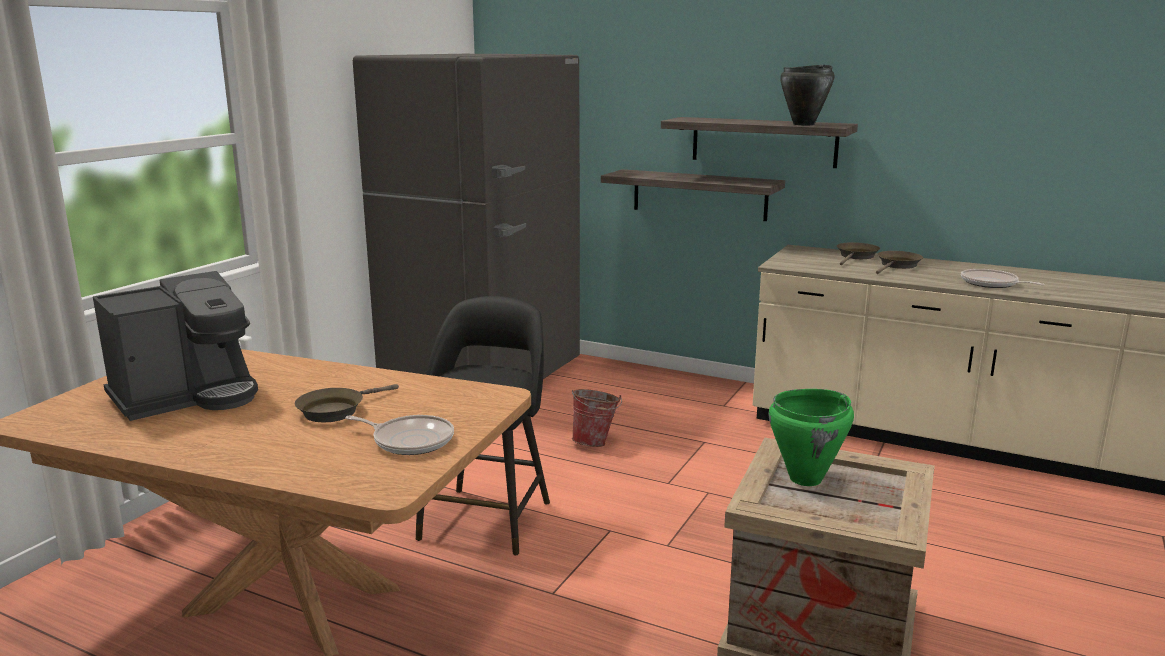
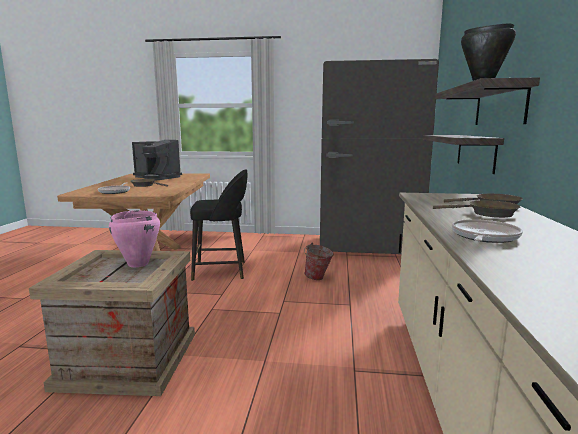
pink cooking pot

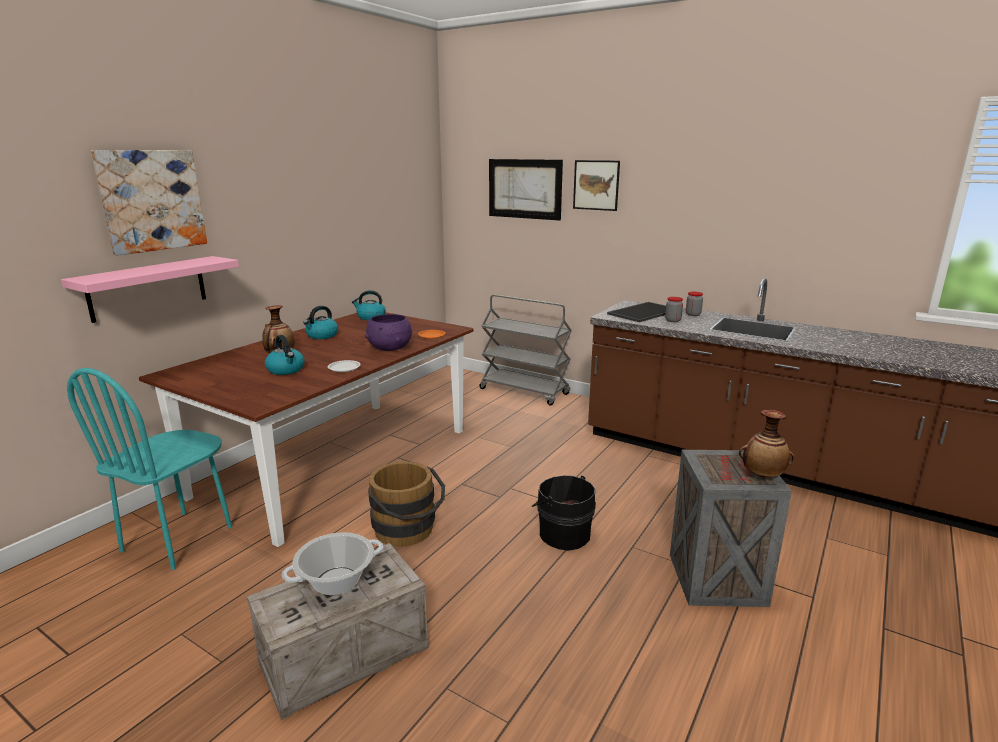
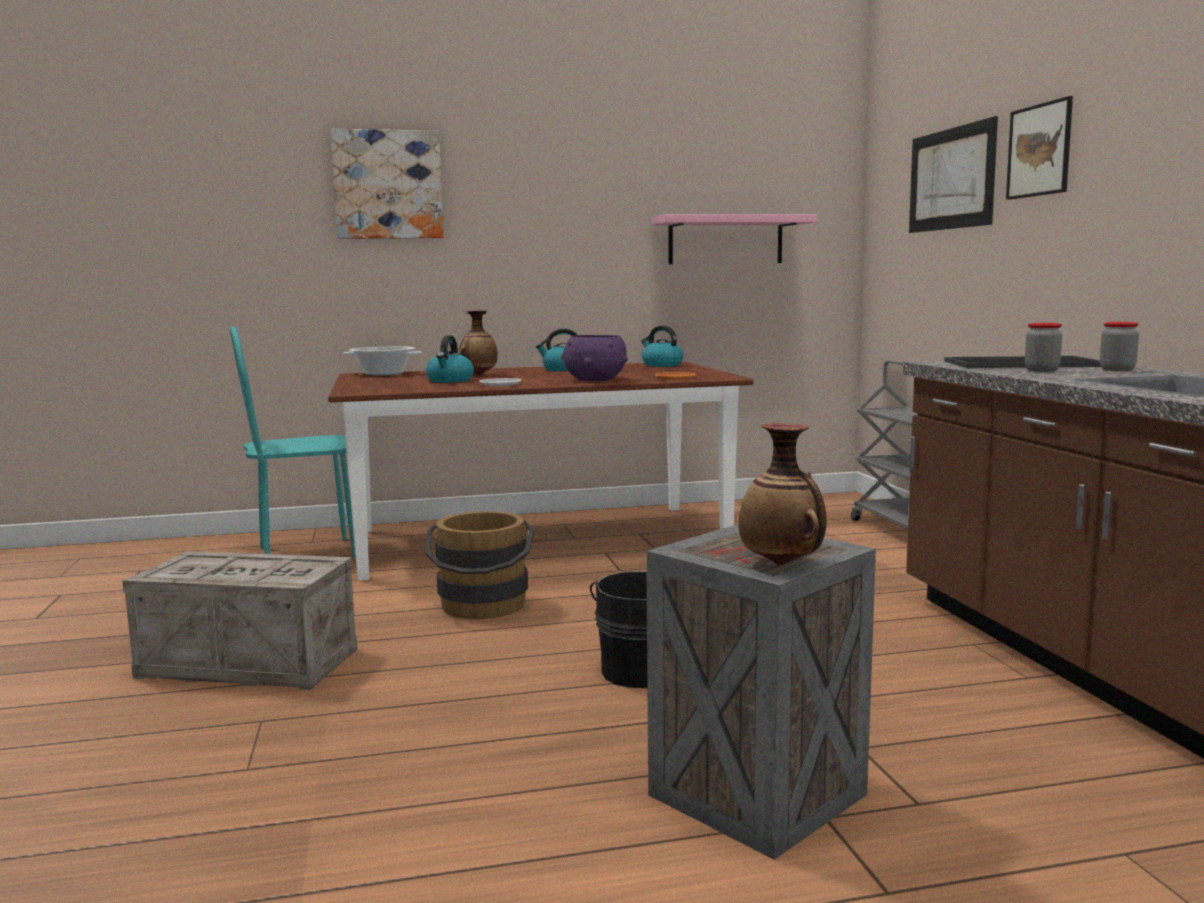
cooking pot
pink shelf

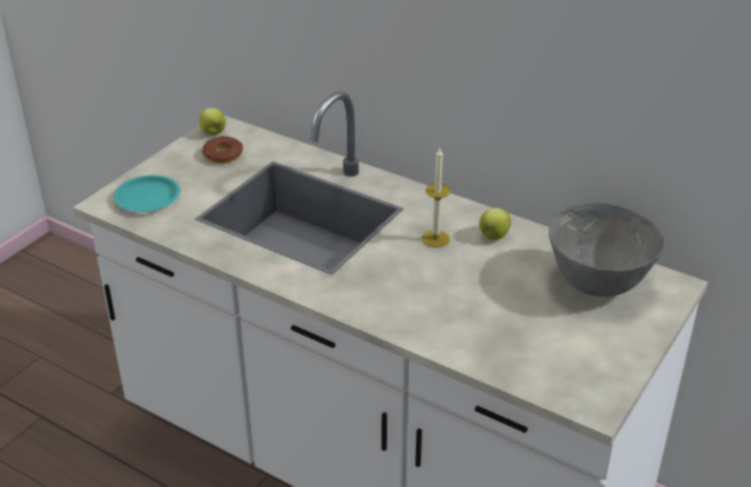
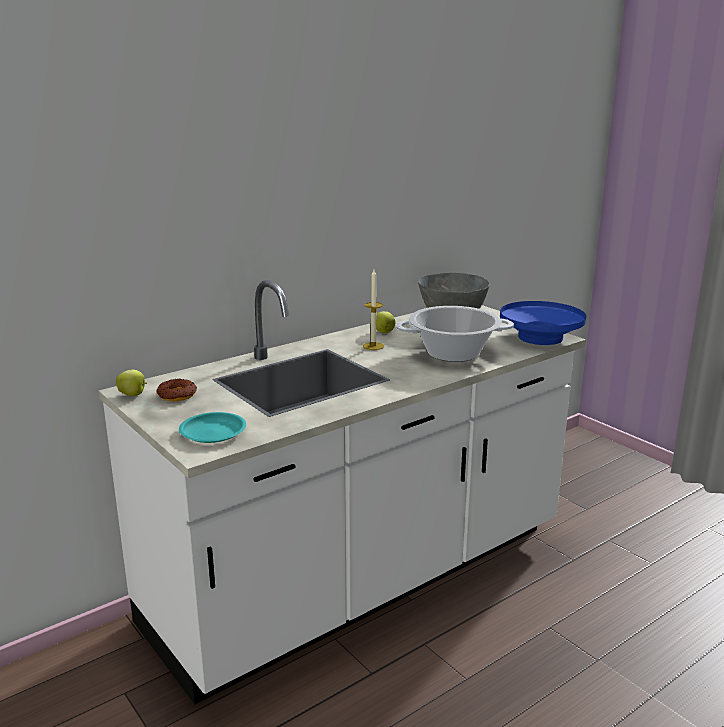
cooking pot
blue bowl

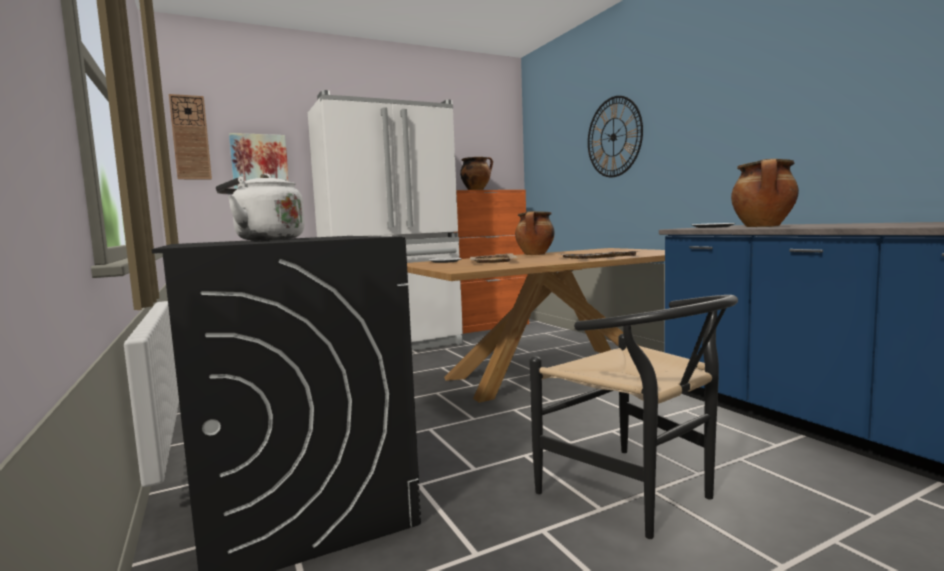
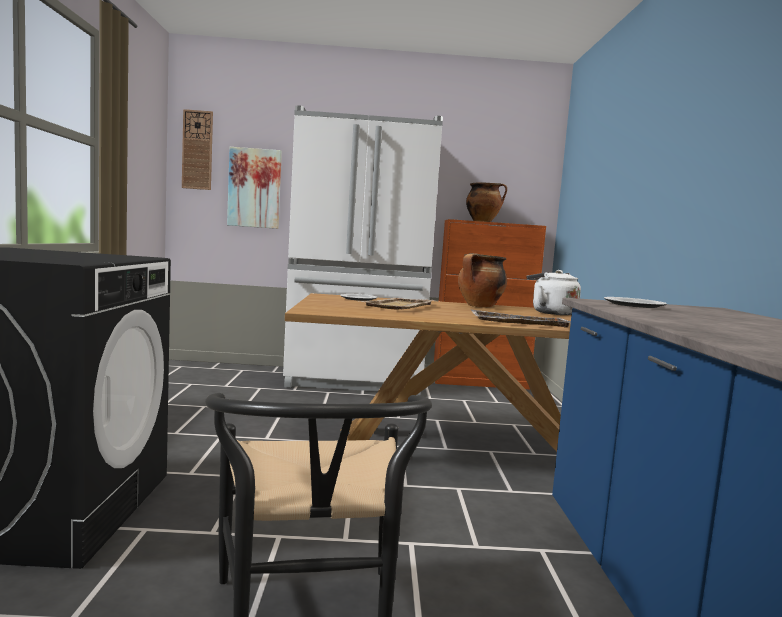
white kettle
wall clock (2nd from left in the first image)
cooking pot (3rd from left in the first image)

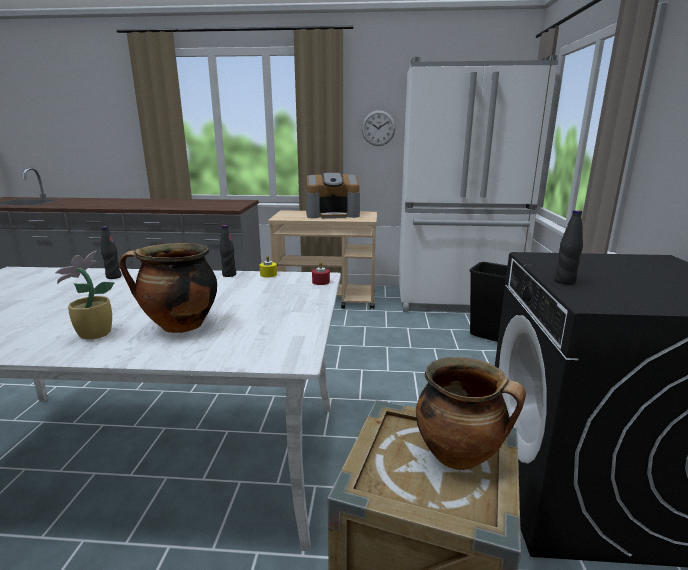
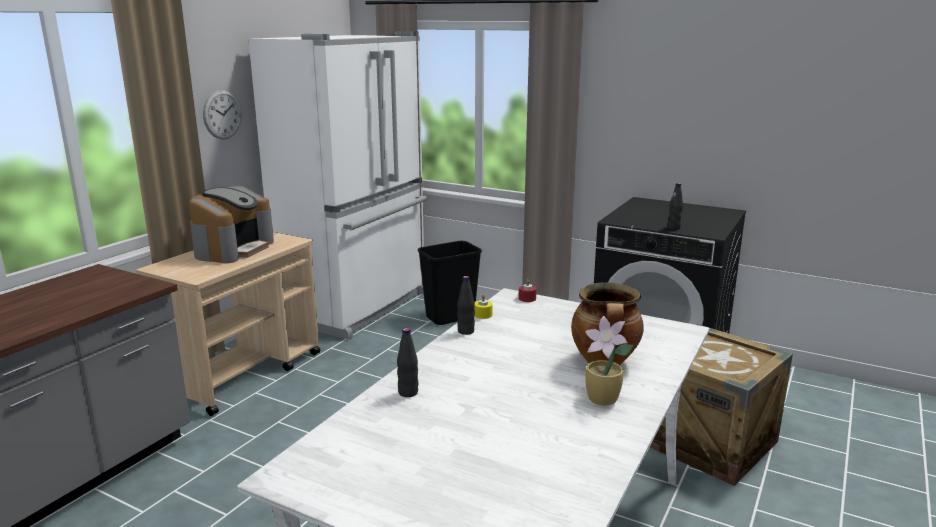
cooking pot (2nd from left in the first image)

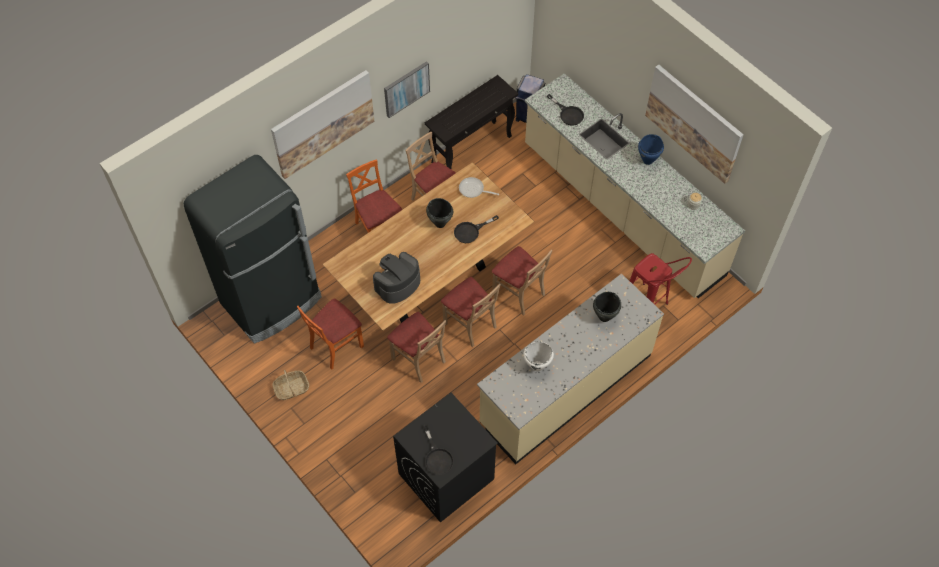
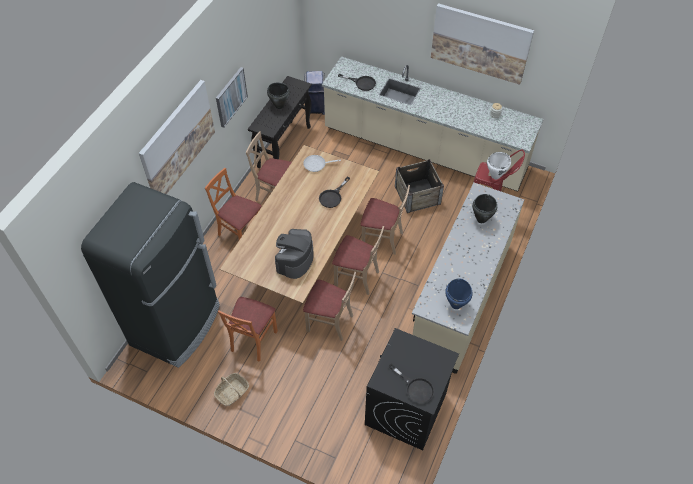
black cooking pot (1st from left)
crate
blue cooking pot
white cooking pot

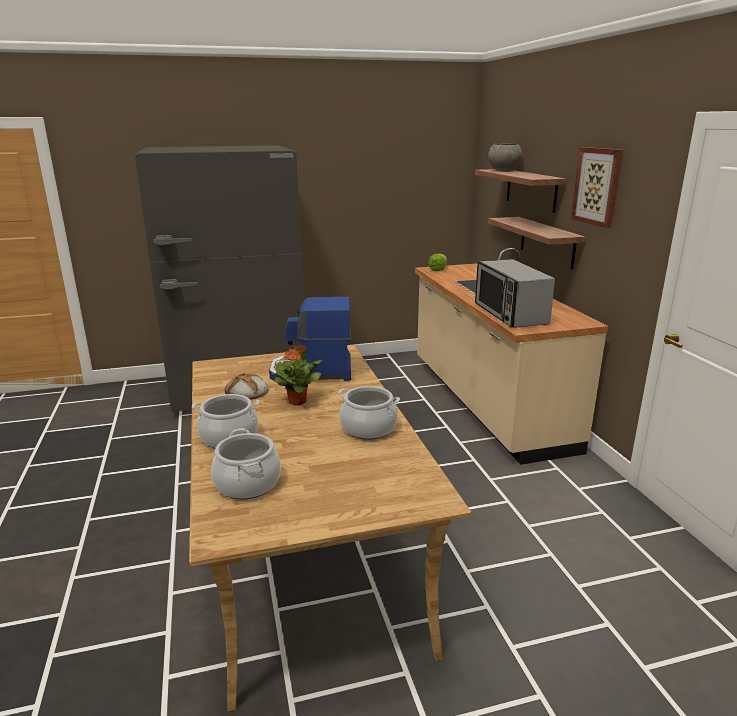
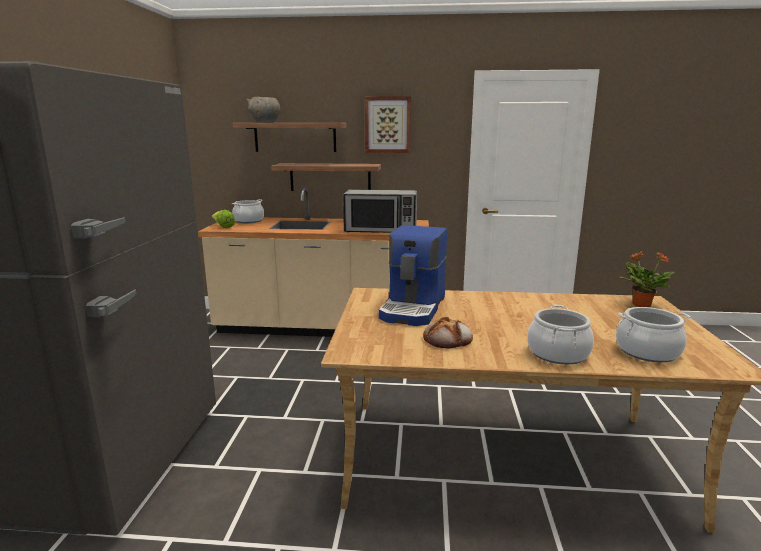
cooking pot (1st from left)
potted plant

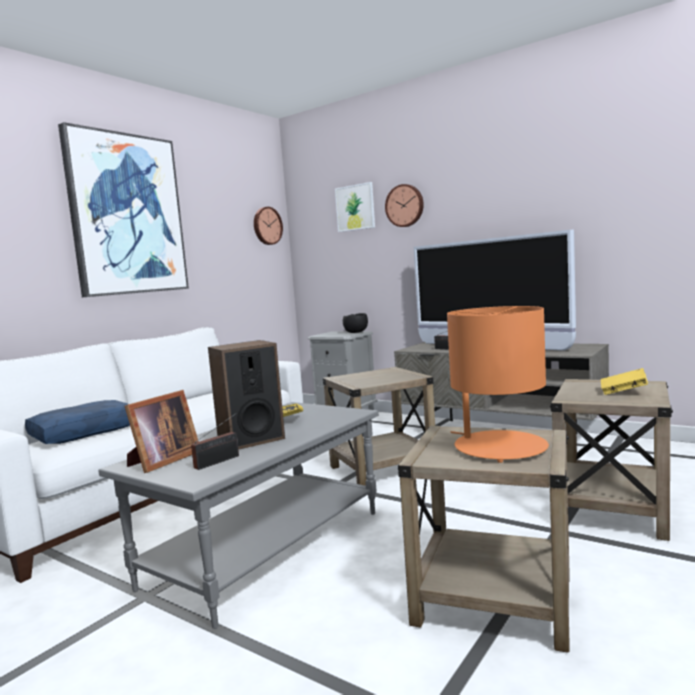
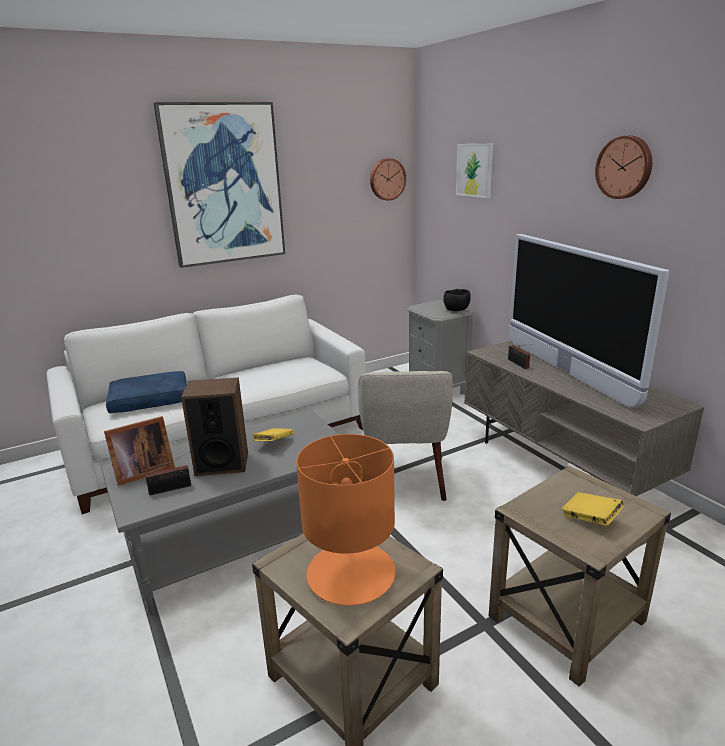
beige armchair
wall clock (2nd from left)

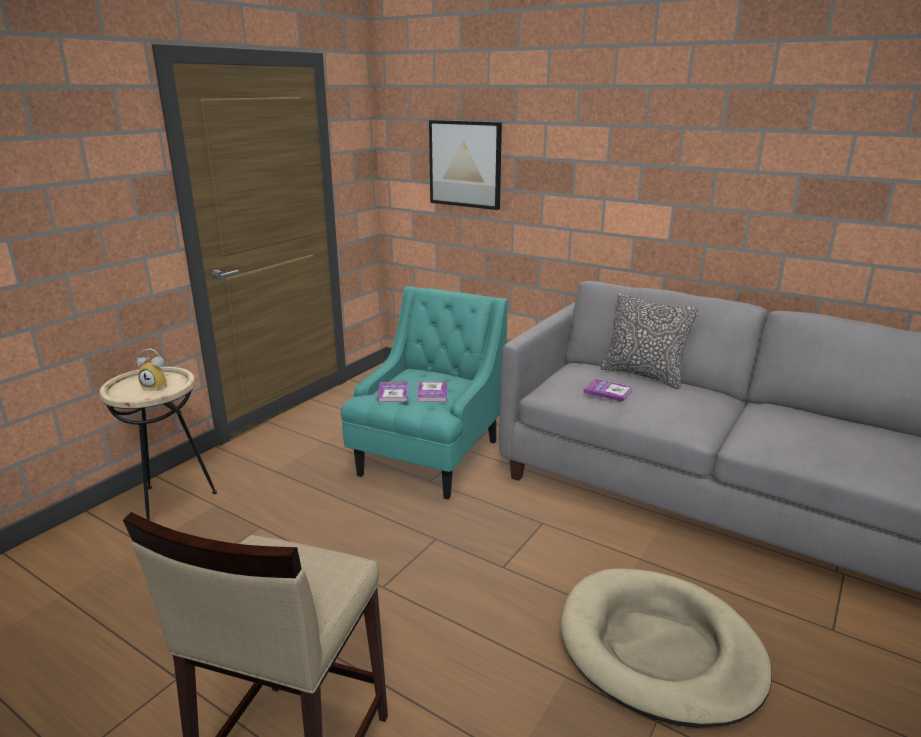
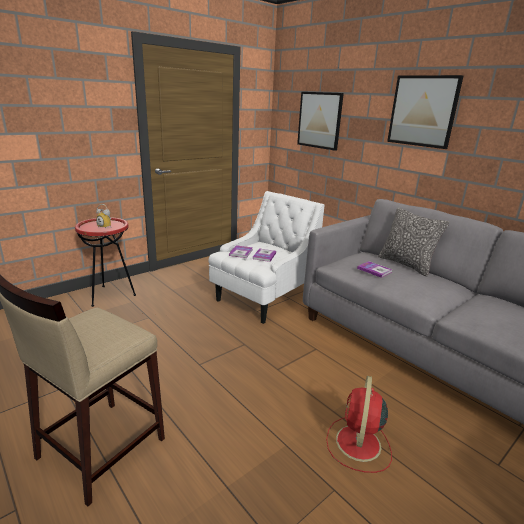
red side table
white armchair
red fan
picture (2nd from left)

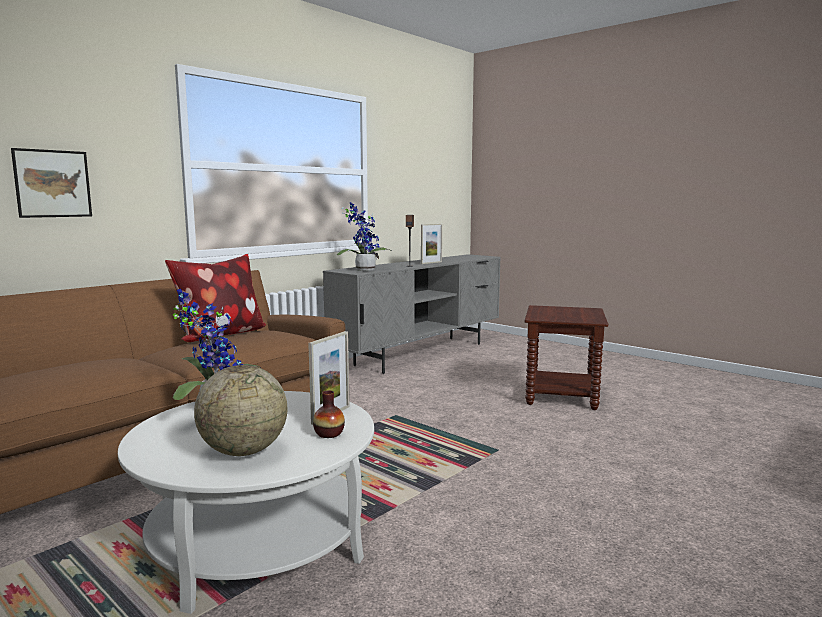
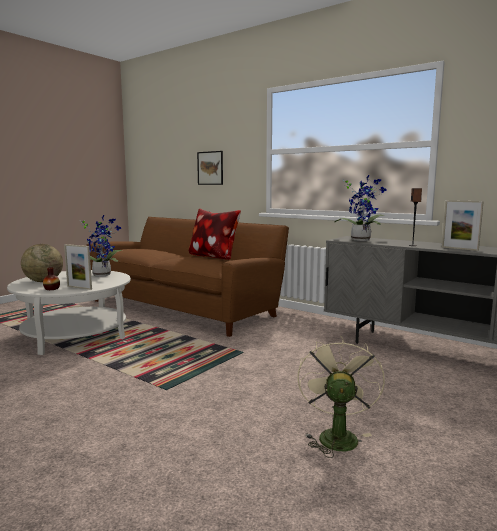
beige fan

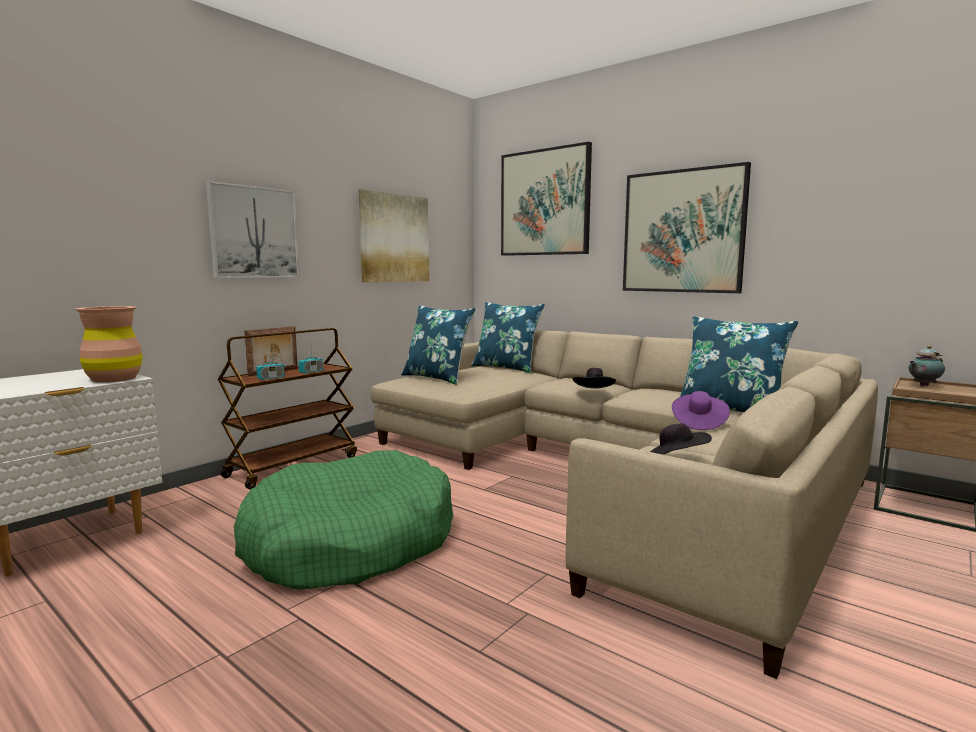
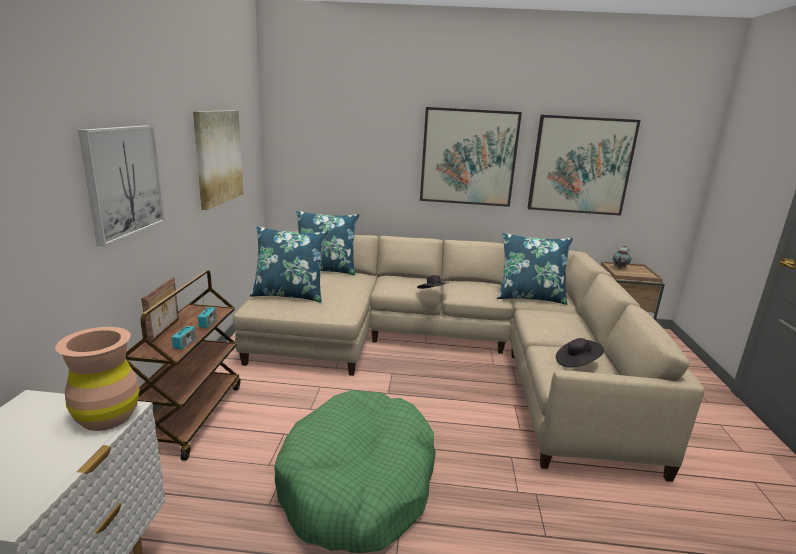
picture (4th from left)
purple hat

